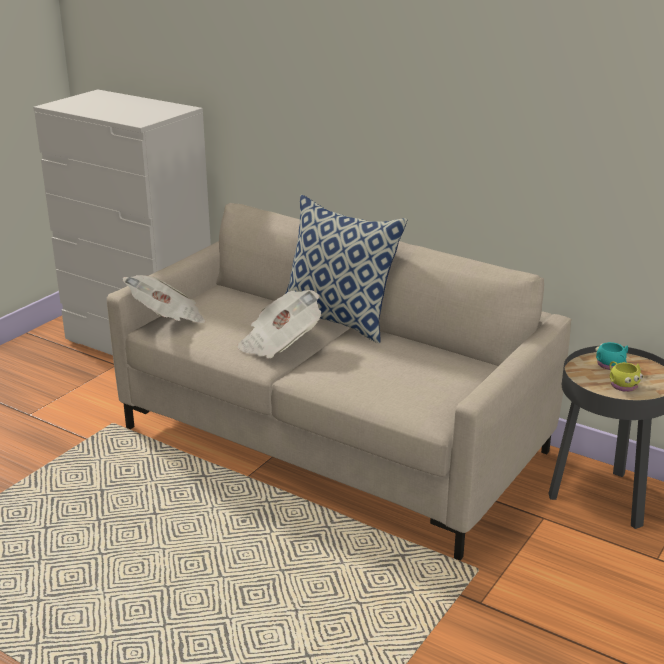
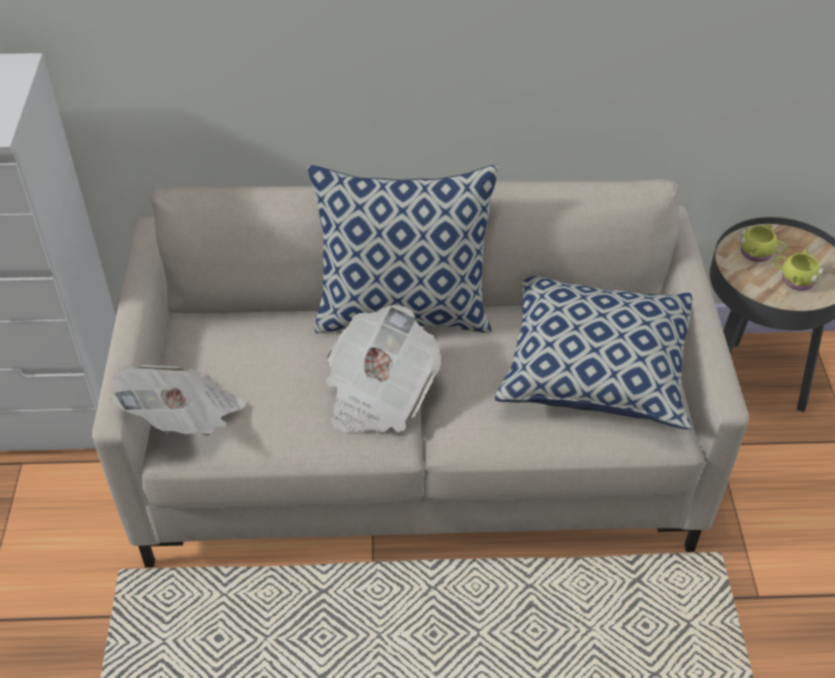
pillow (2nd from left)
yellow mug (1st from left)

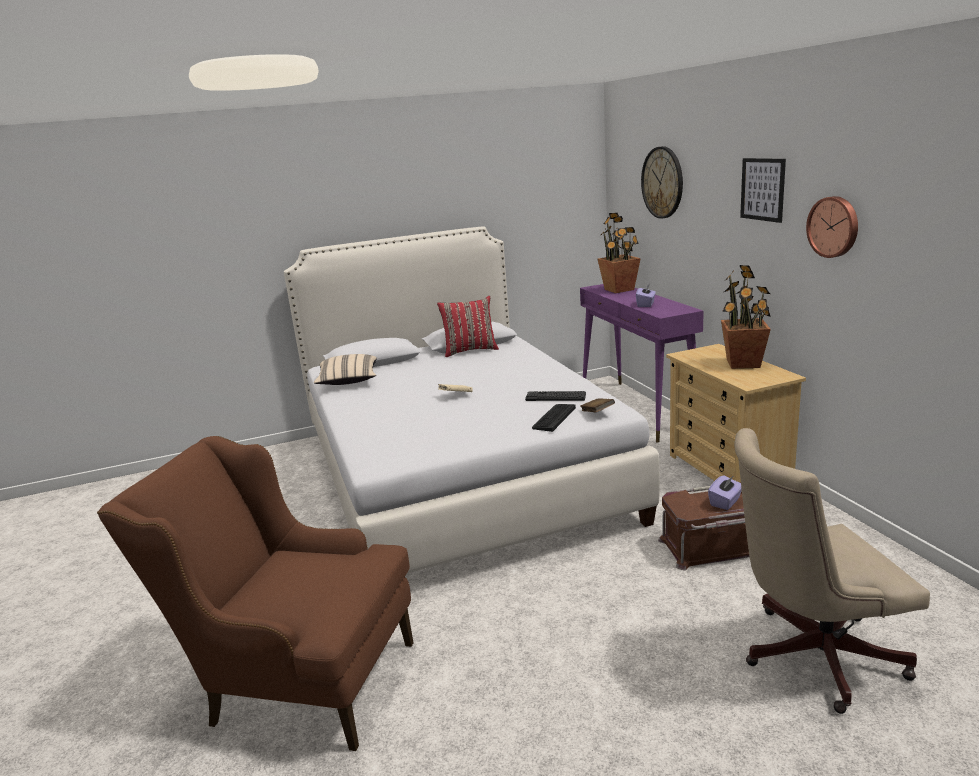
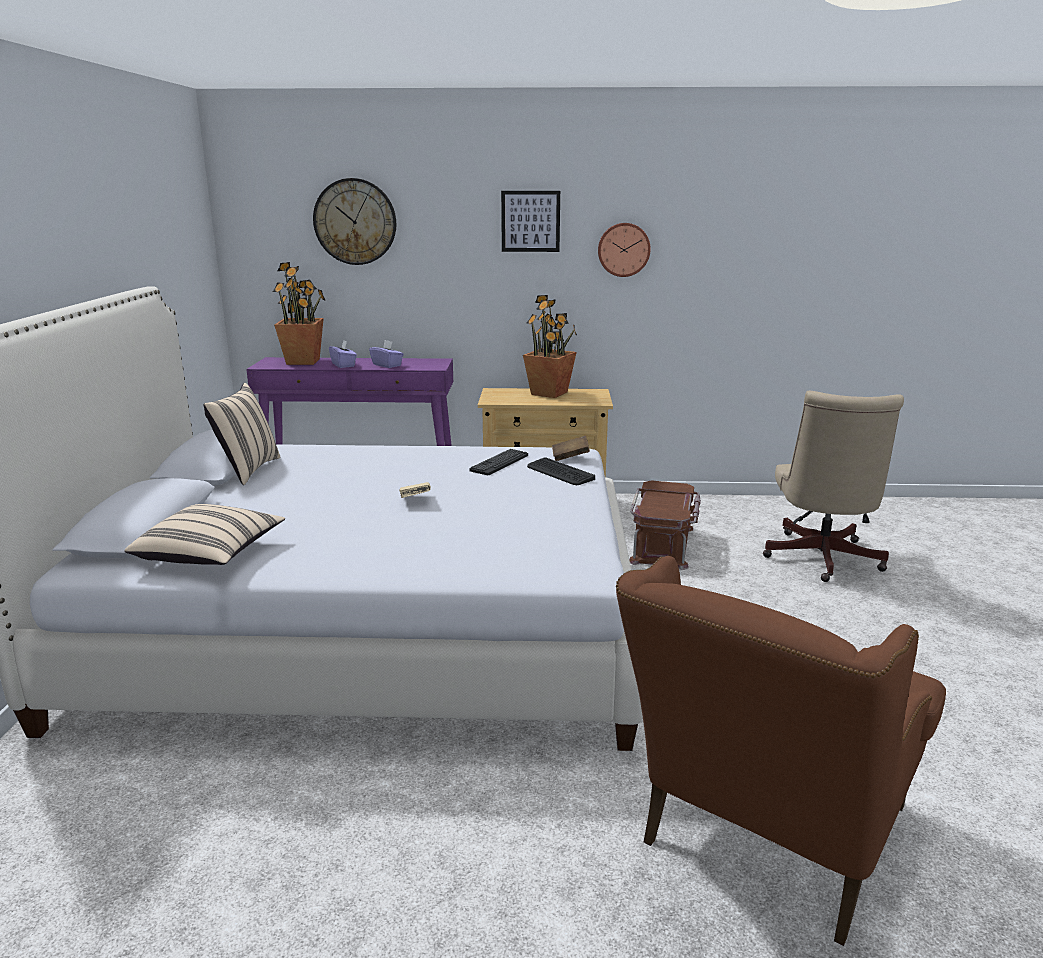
beige pillow (2nd from left)
purple tissue box (1st from left)

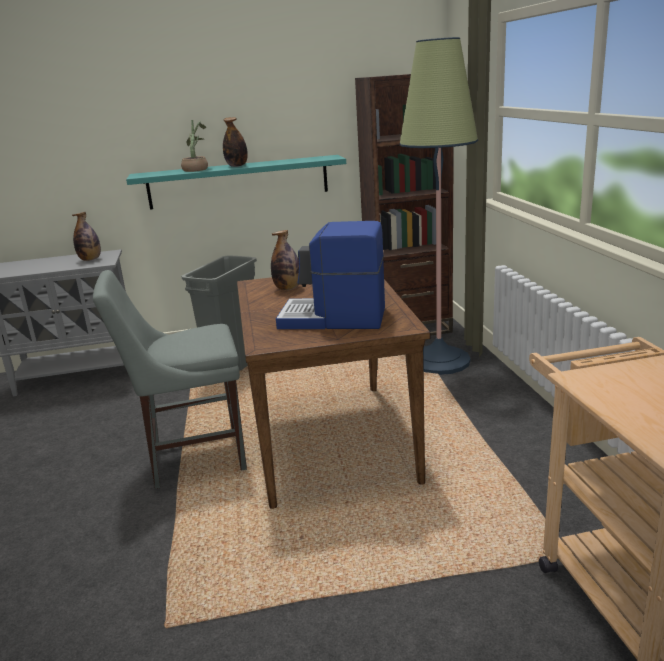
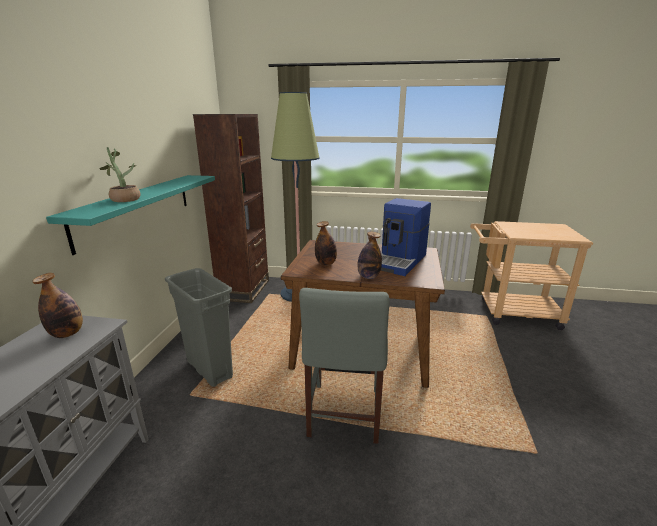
bottle (3rd from left)

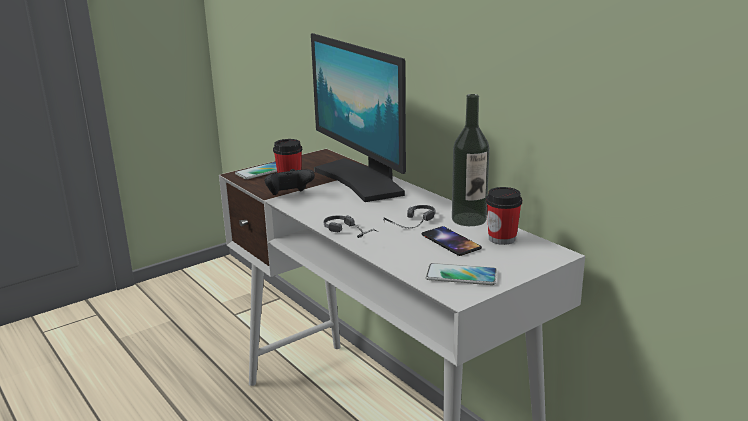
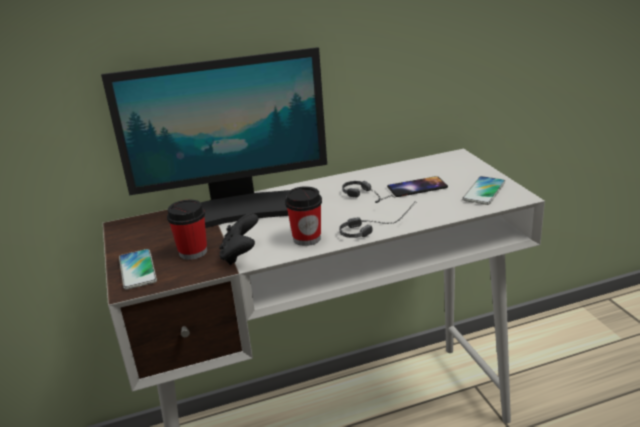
cup (2nd from left)
bottle

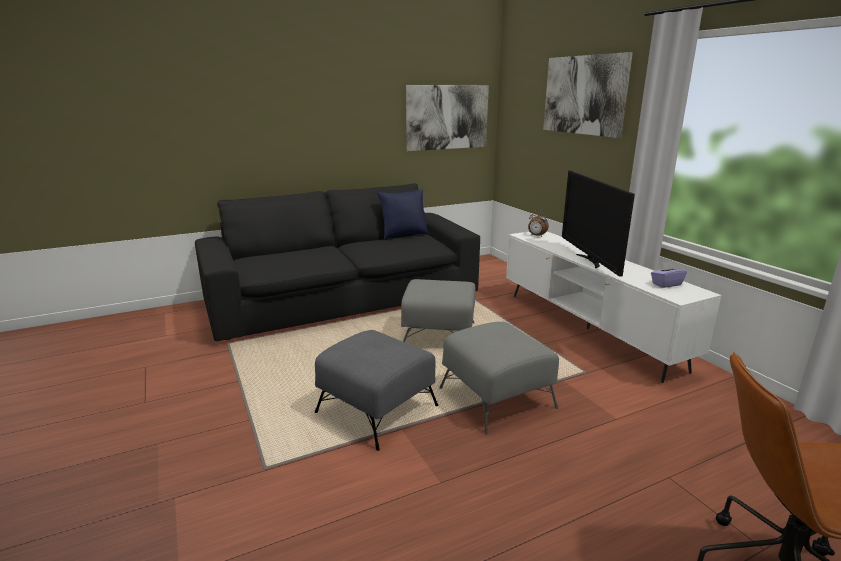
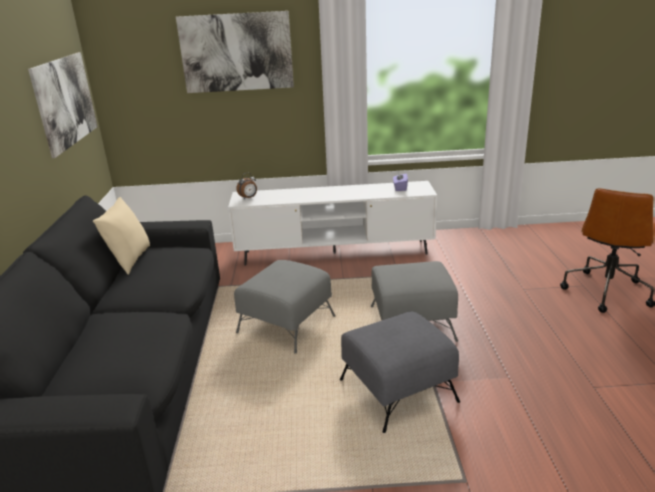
beige pillow
television

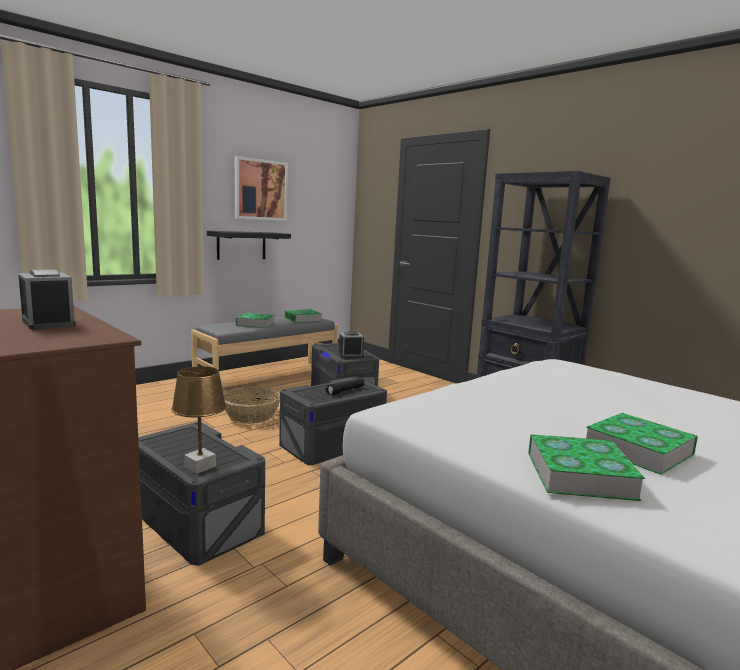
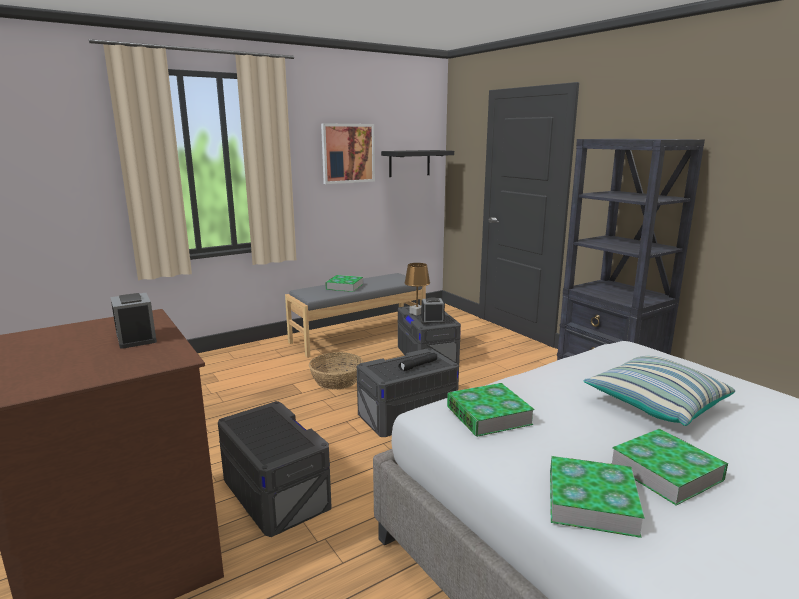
black shelf
brown table lamp
book (2nd from left)
pillow

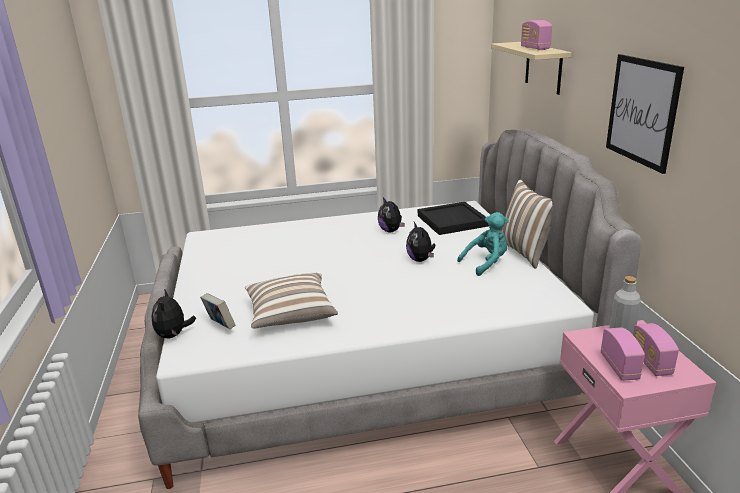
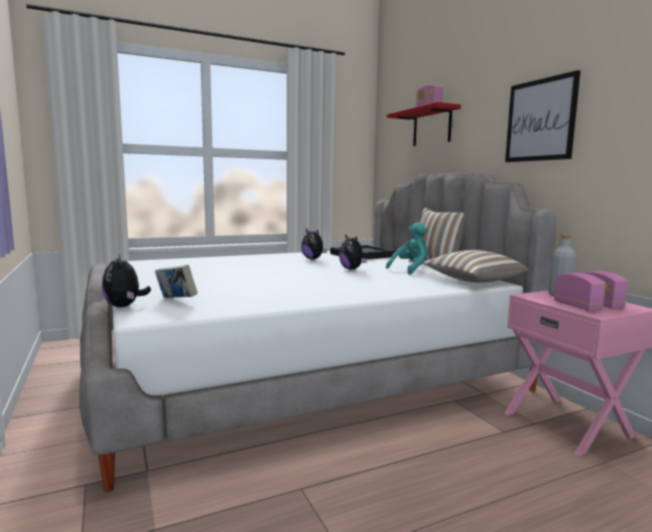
red shelf
pillow (2nd from left)

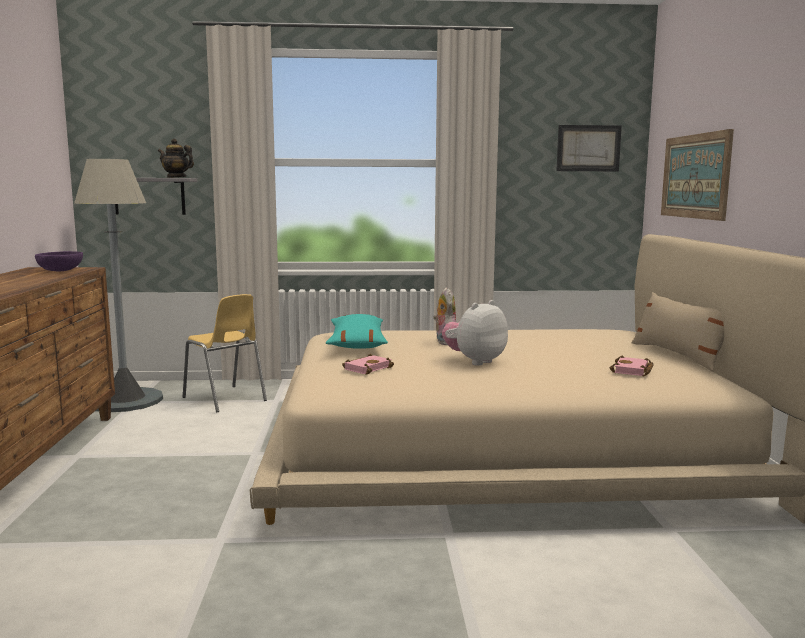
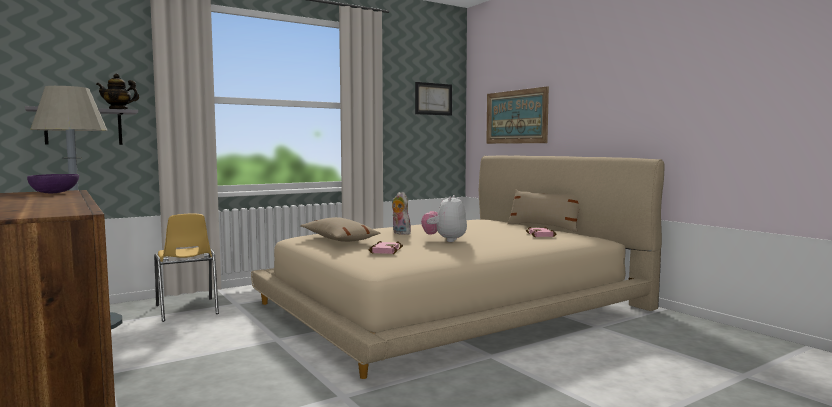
yellow chair
beige pillow (1st from left)

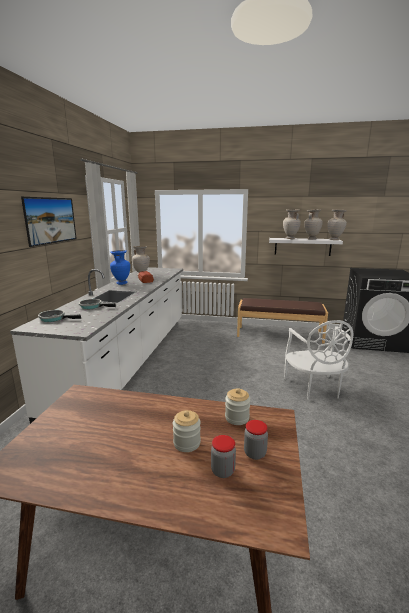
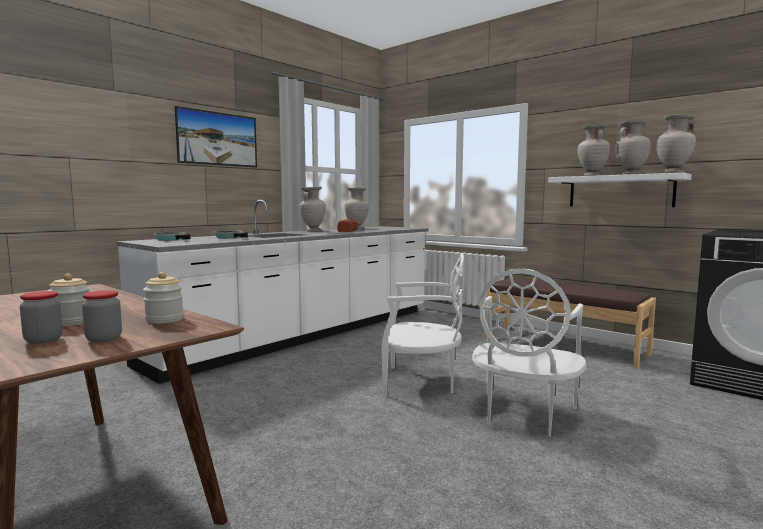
beige vase (1st from left)
white chair (1st from left)

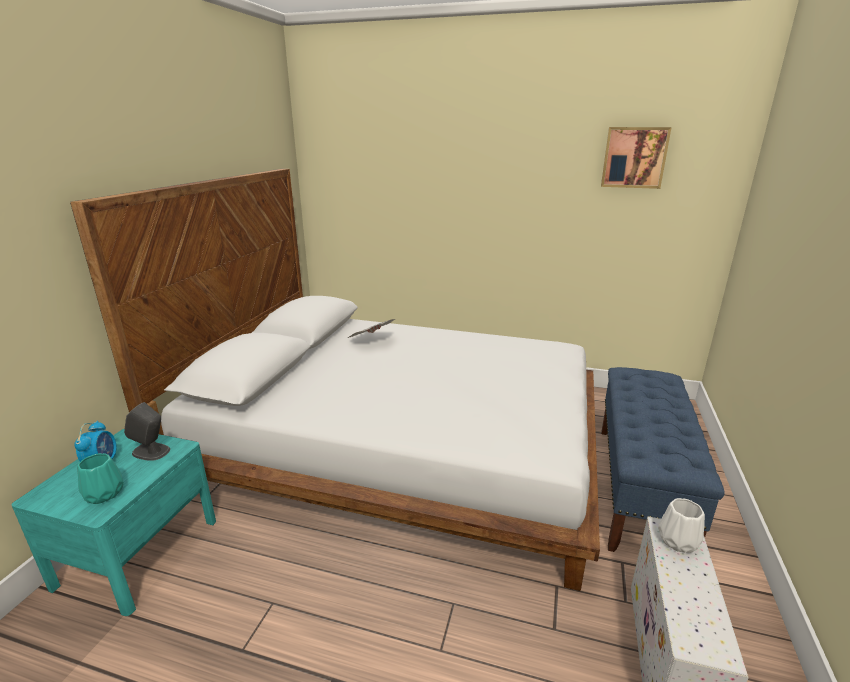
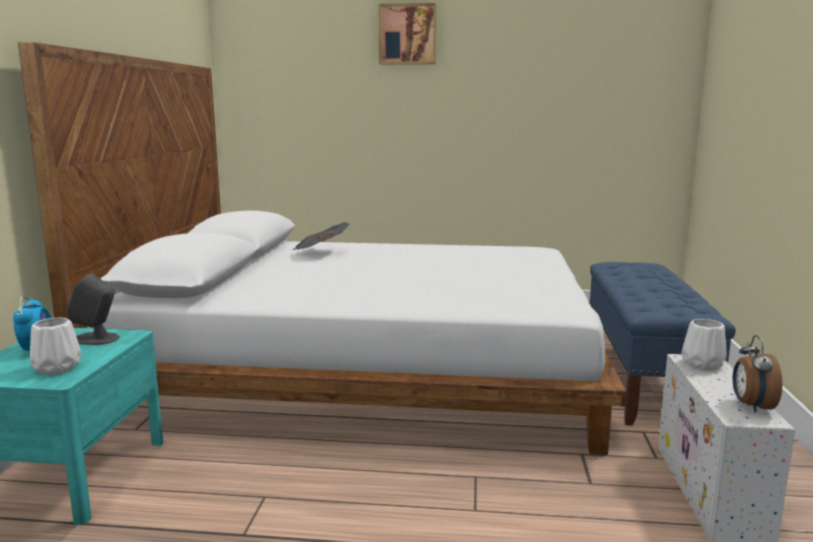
white vase (1st from left)
picture
alarm clock (2nd from left)

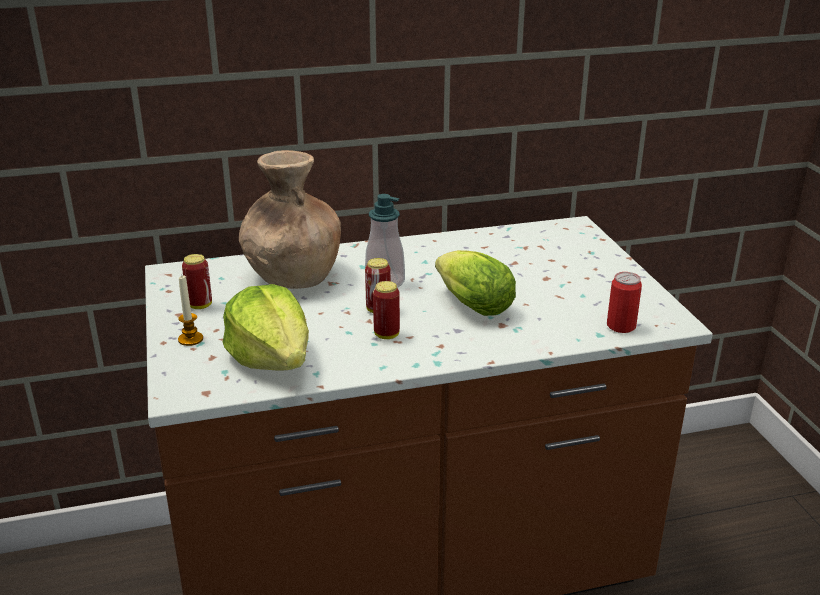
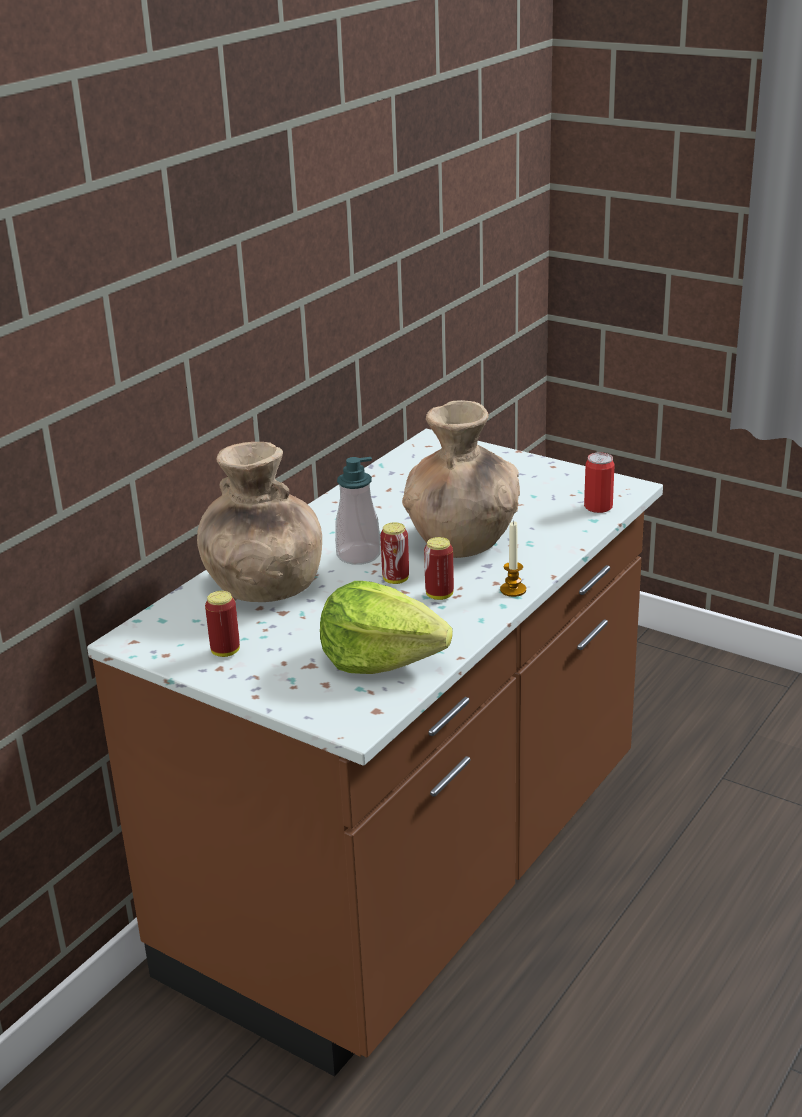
brown vase (2nd from left)
candle

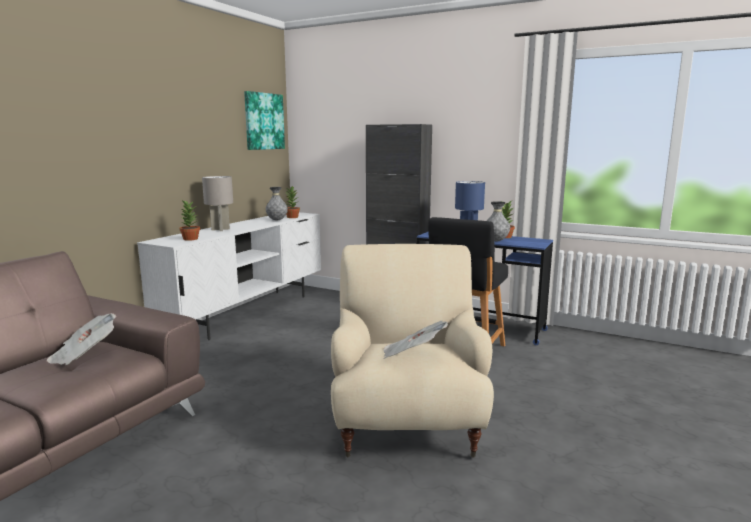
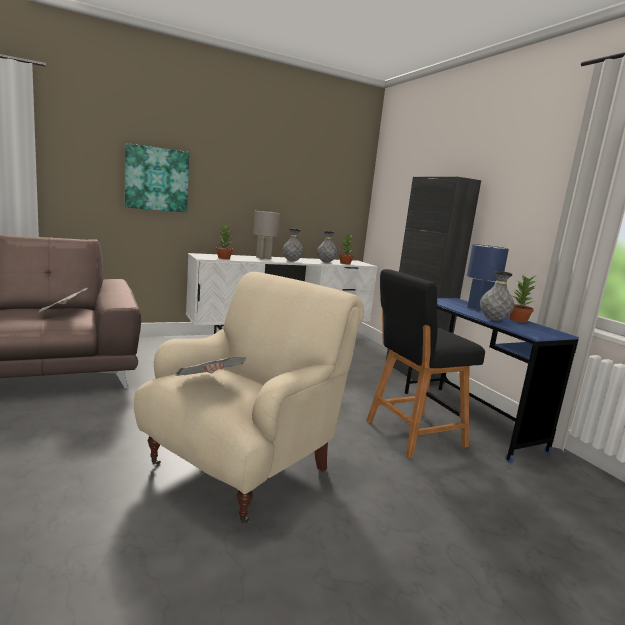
picture
grey vase (1st from left)

